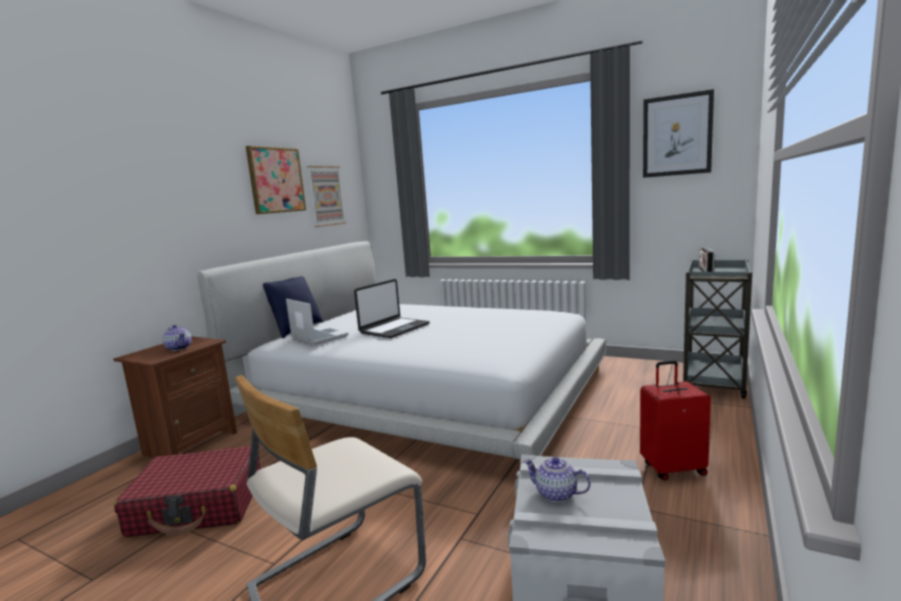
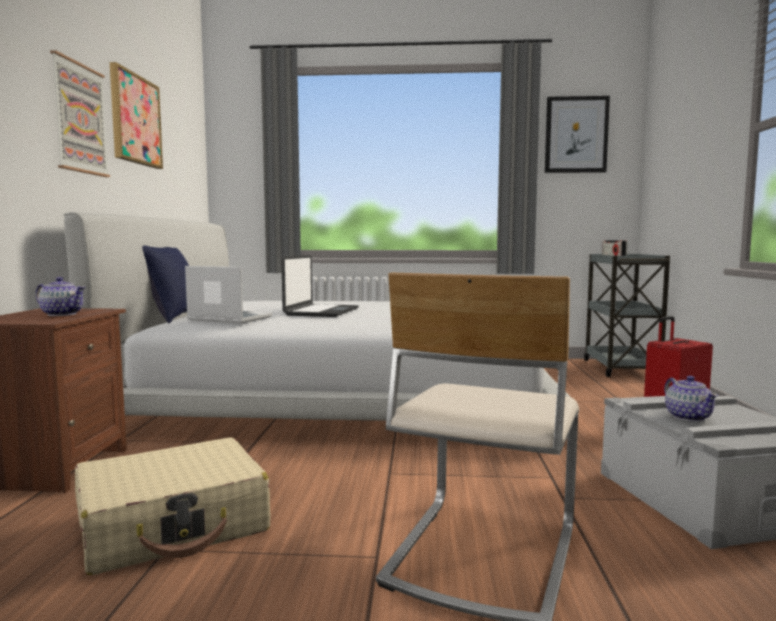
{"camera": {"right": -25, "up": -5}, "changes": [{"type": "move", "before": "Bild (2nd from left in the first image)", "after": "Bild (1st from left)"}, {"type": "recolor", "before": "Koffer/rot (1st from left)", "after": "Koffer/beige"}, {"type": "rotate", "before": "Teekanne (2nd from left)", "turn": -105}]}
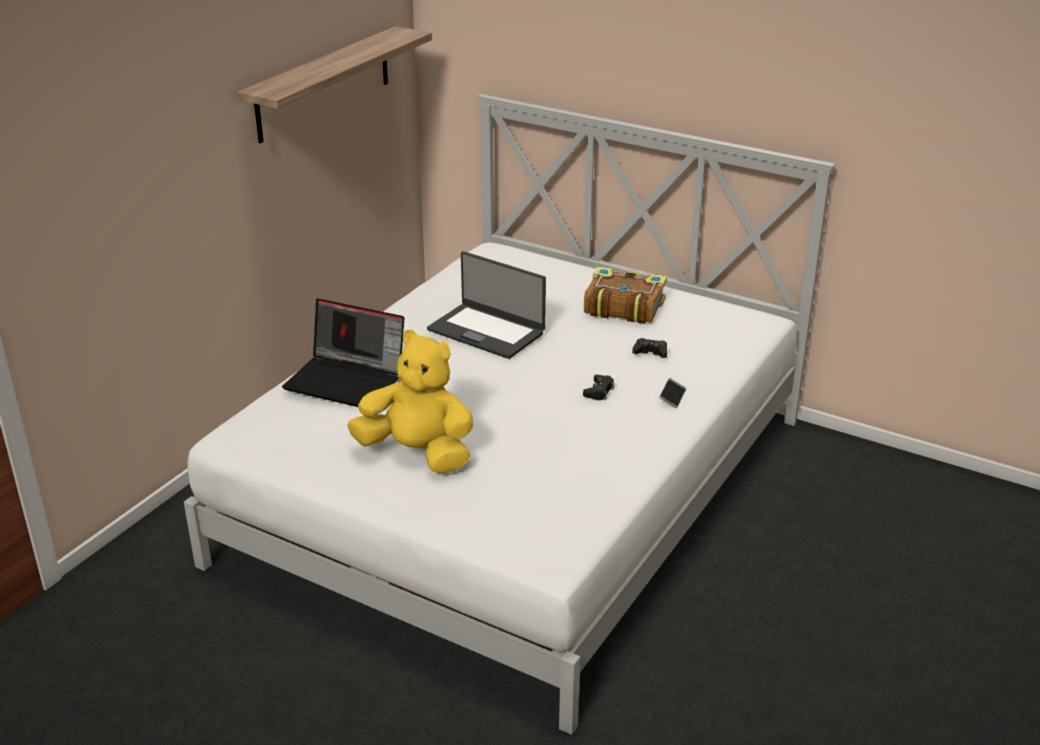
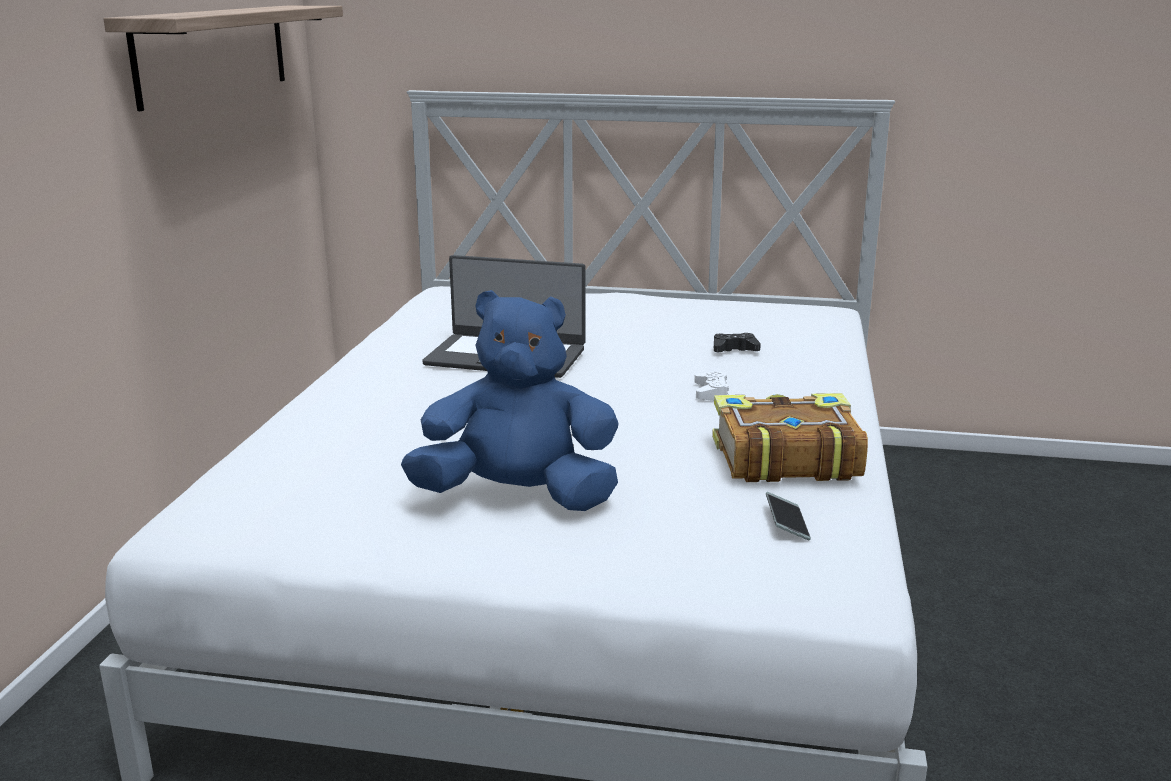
{"camera": {"right": -20, "up": -10}, "changes": [{"type": "recolor", "before": "Plüschtier/gelb", "after": "Plüschtier/blau"}, {"type": "recolor", "before": "Gamepad/schwarz (1st from left)", "after": "Gamepad/weiß"}, {"type": "move", "before": "Buch"}, {"type": "move", "before": "Handy"}, {"type": "delete", "before": "Laptop (1st from left)"}]}
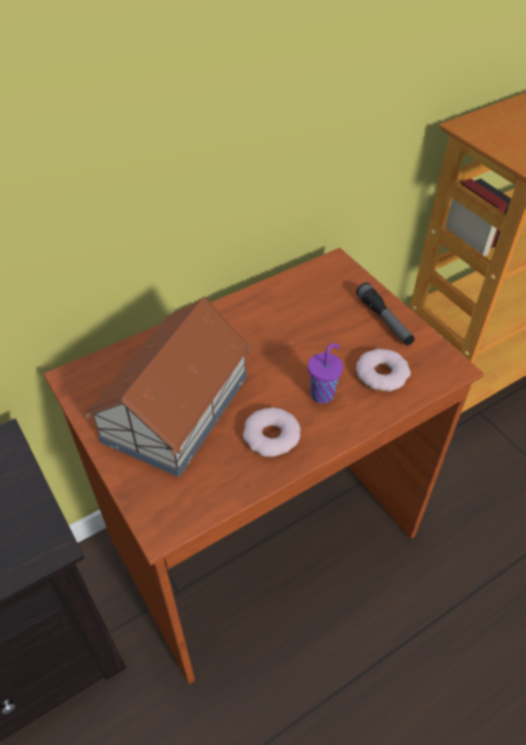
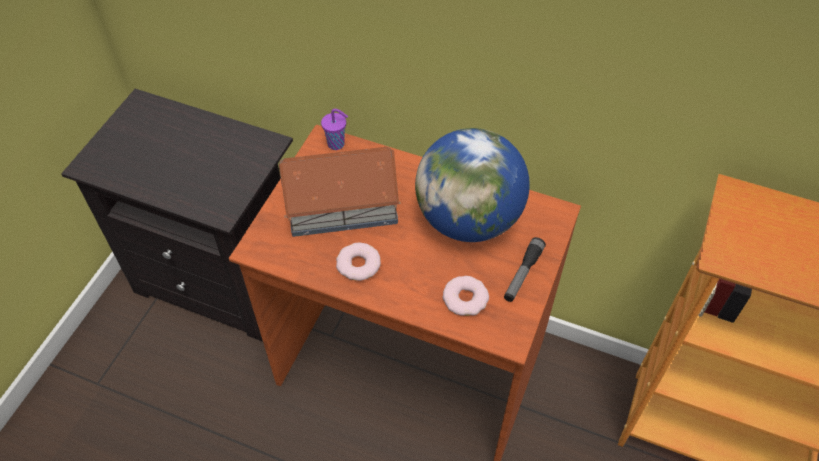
{"camera": {"right": 55, "up": 5}, "changes": [{"type": "move", "before": "Tasse/lila"}, {"type": "insert", "after": "Globus"}]}
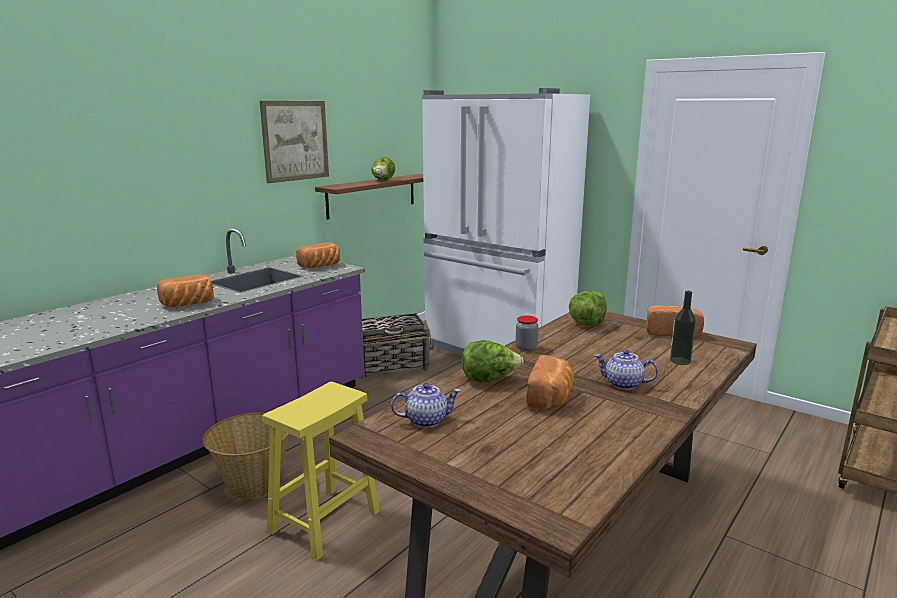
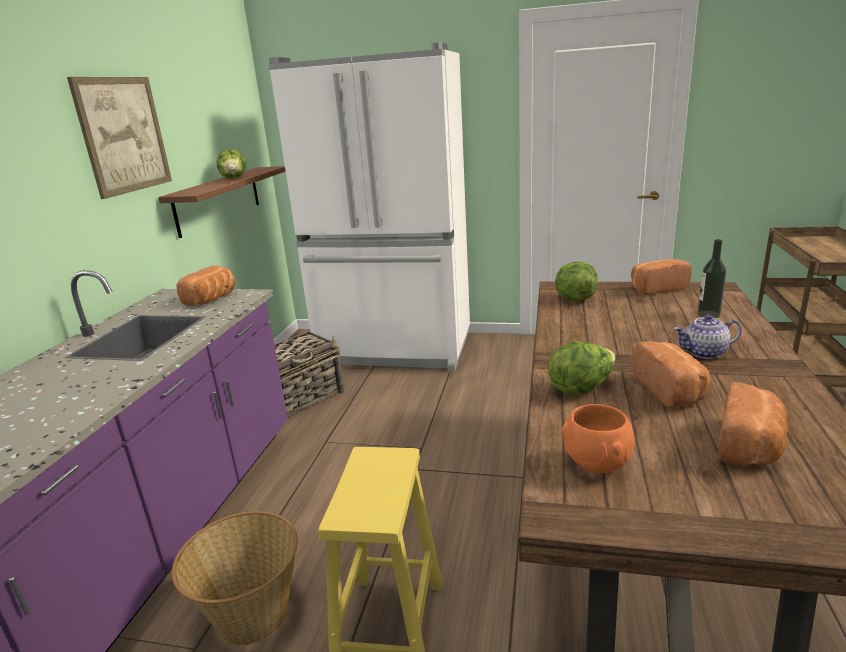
{"camera": {"right": -25, "up": 5}, "changes": [{"type": "replace", "before": "Teekanne (1st from left)", "after": "Schüssel/orange"}, {"type": "move", "before": "Brot (1st from left in the first image)", "after": "Brot (4th from left)"}, {"type": "delete", "before": "Vorratsglas"}]}
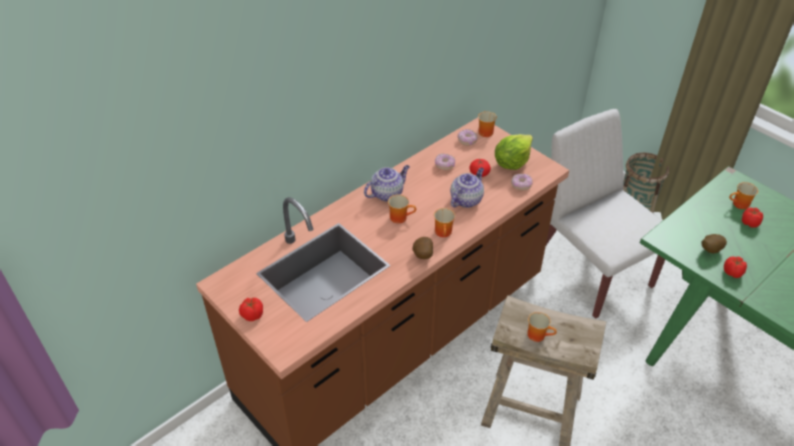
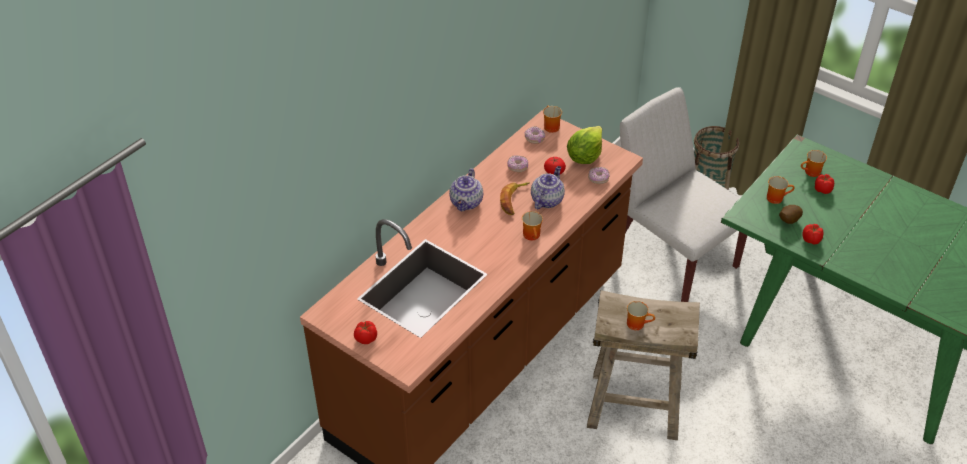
{"camera": {"right": -10, "up": 0}, "changes": [{"type": "rotate", "before": "Teekanne (1st from left)", "turn": 150}, {"type": "insert", "after": "Banane"}, {"type": "move", "before": "Henkelbecher (1st from left in the first image)", "after": "Henkelbecher (4th from left)"}, {"type": "delete", "before": "Kartoffel (1st from left)"}]}
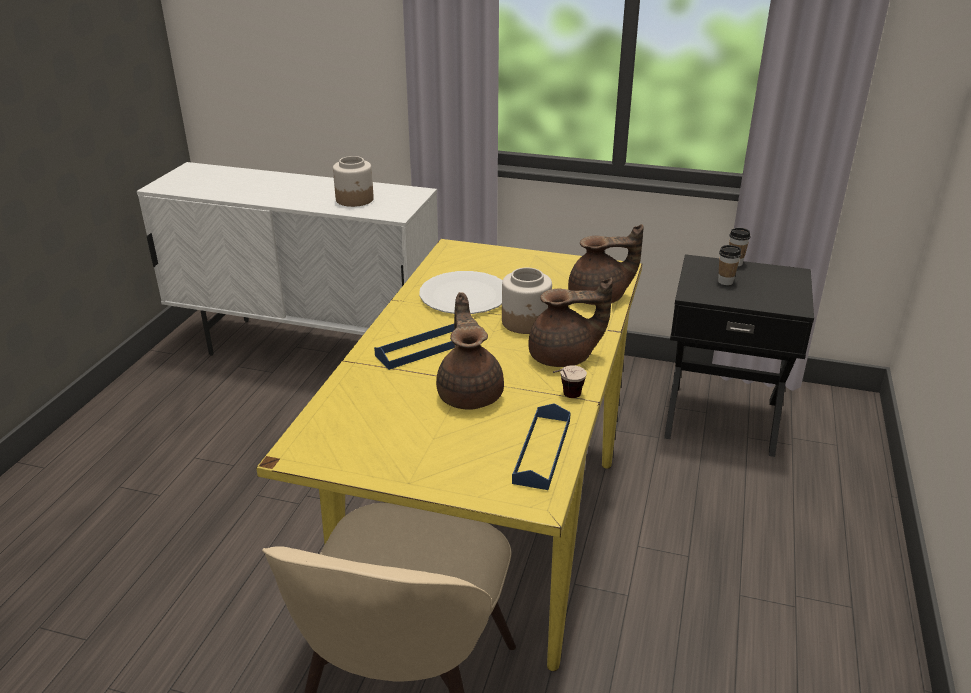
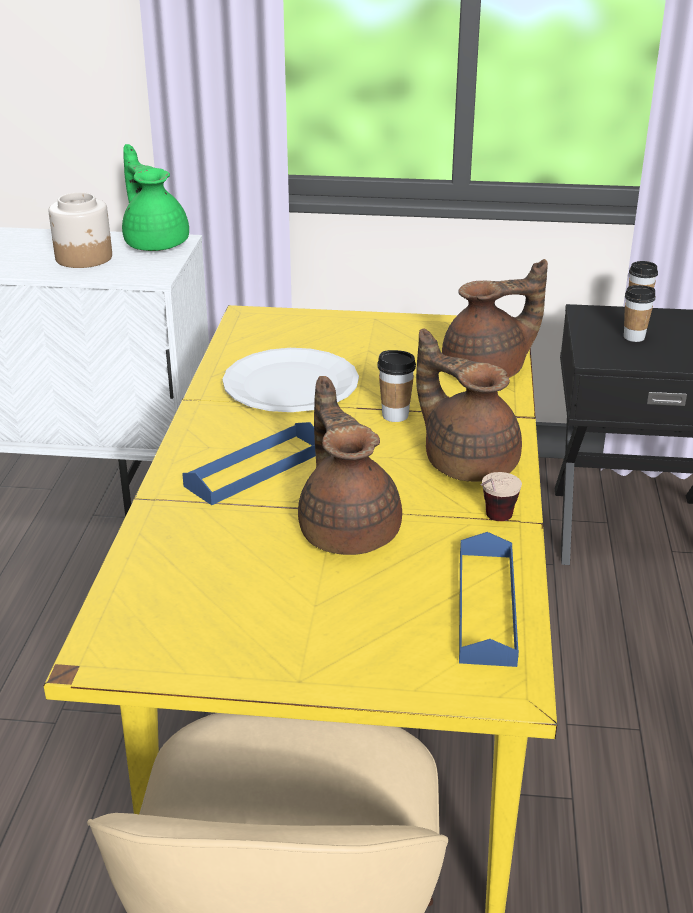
{"camera": {"right": -10, "up": 0}, "changes": [{"type": "insert", "after": "Teekanne/grün"}, {"type": "replace", "before": "Vorratsglas (2nd from left)", "after": "Tasse (1st from left)"}, {"type": "rotate", "before": "Teekanne/braun (2nd from left)", "turn": -120}]}
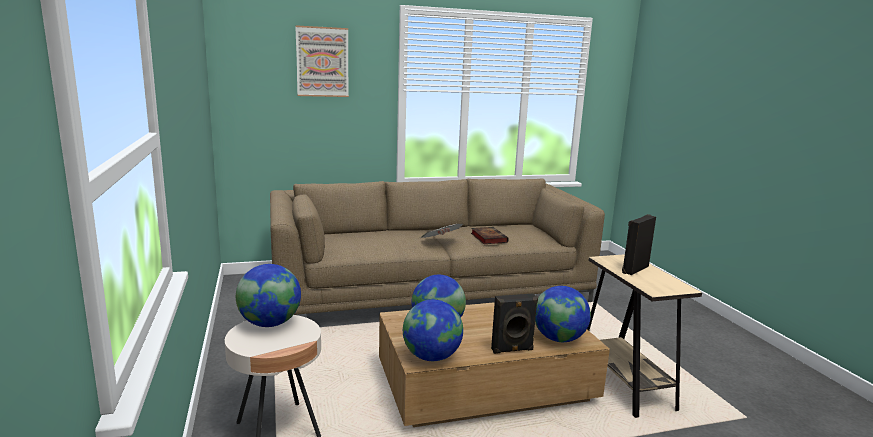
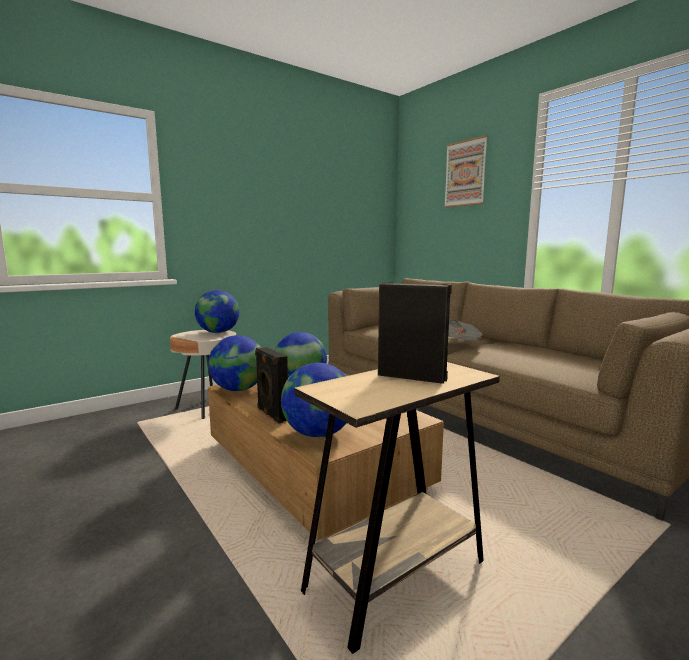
{"camera": {"right": 70, "up": -5}, "changes": [{"type": "delete", "before": "Buch"}]}
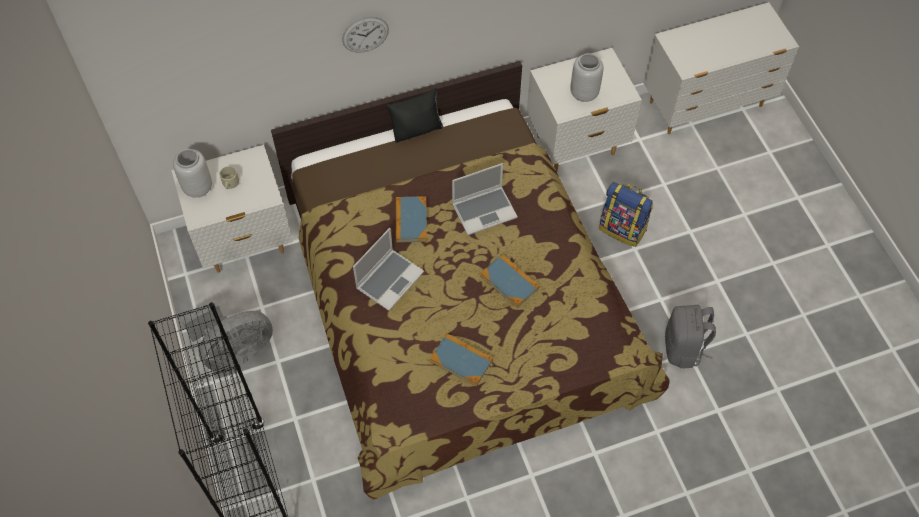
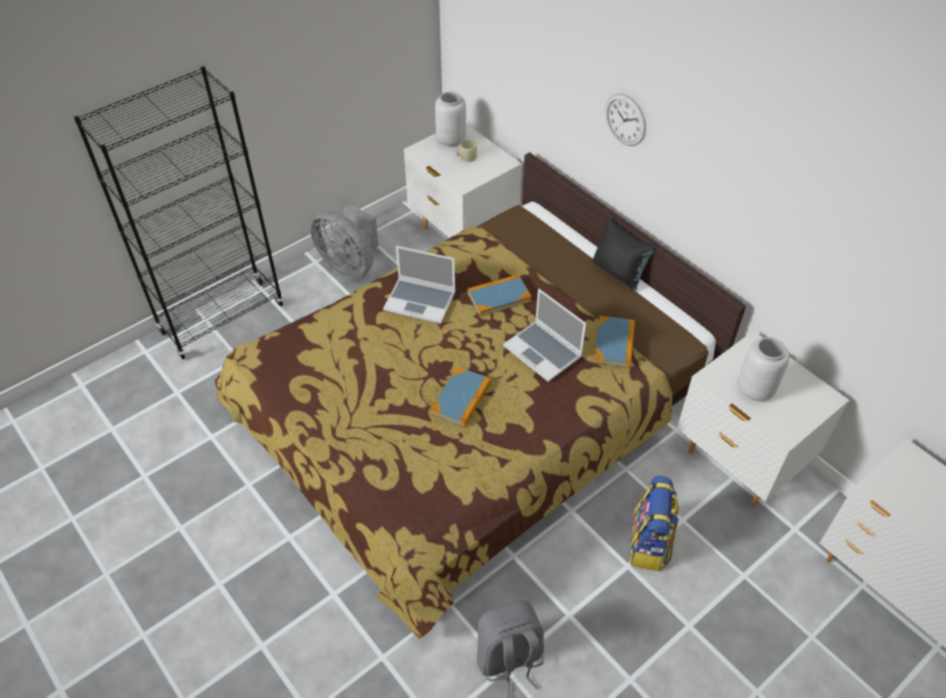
{"camera": {"right": 70, "up": -10}, "changes": [{"type": "move", "before": "Buch (2nd from left in the first image)", "after": "Buch (3rd from left)"}]}
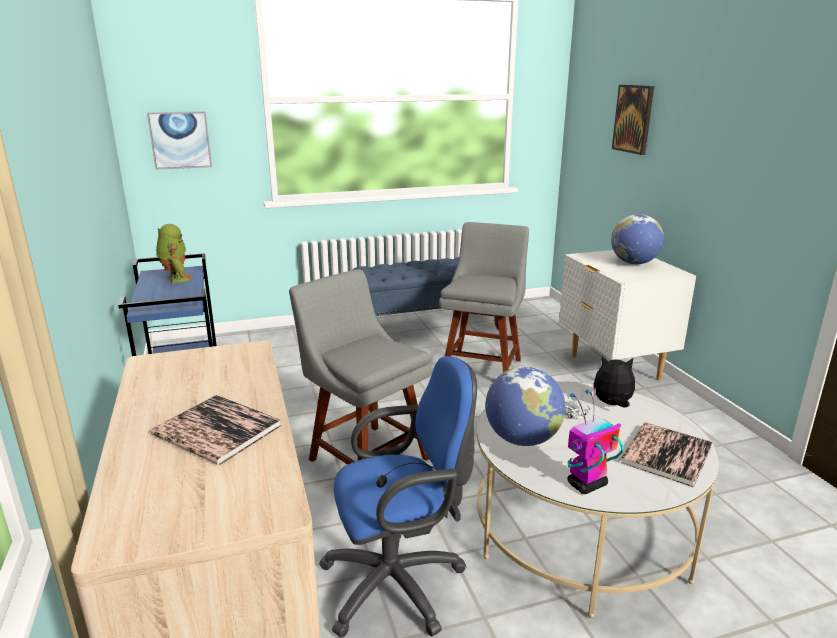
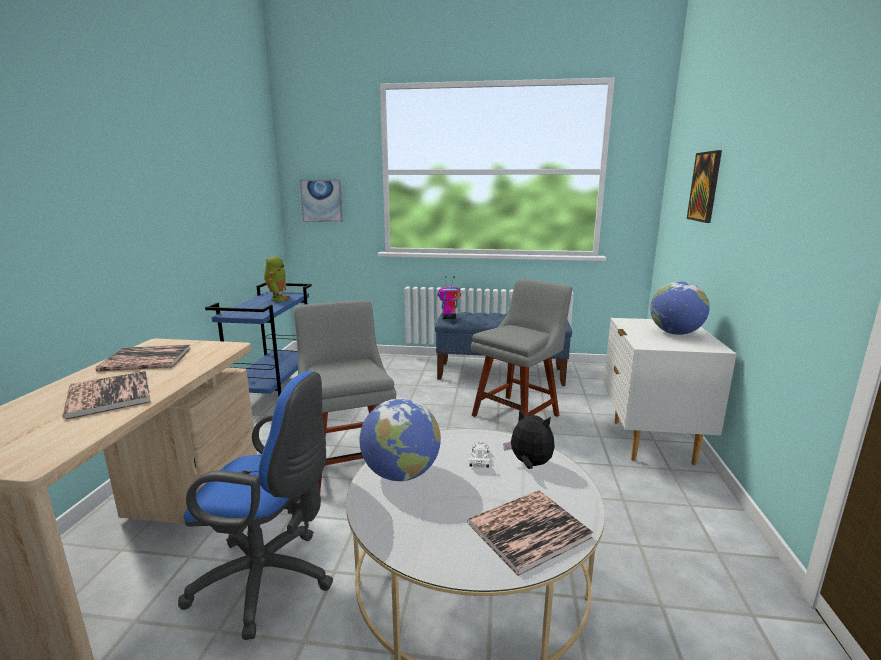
{"camera": {"right": 25, "up": -5}, "changes": [{"type": "insert", "after": "Buch (2nd from left)"}, {"type": "move", "before": "Spielzeugroboter (2nd from left)"}]}
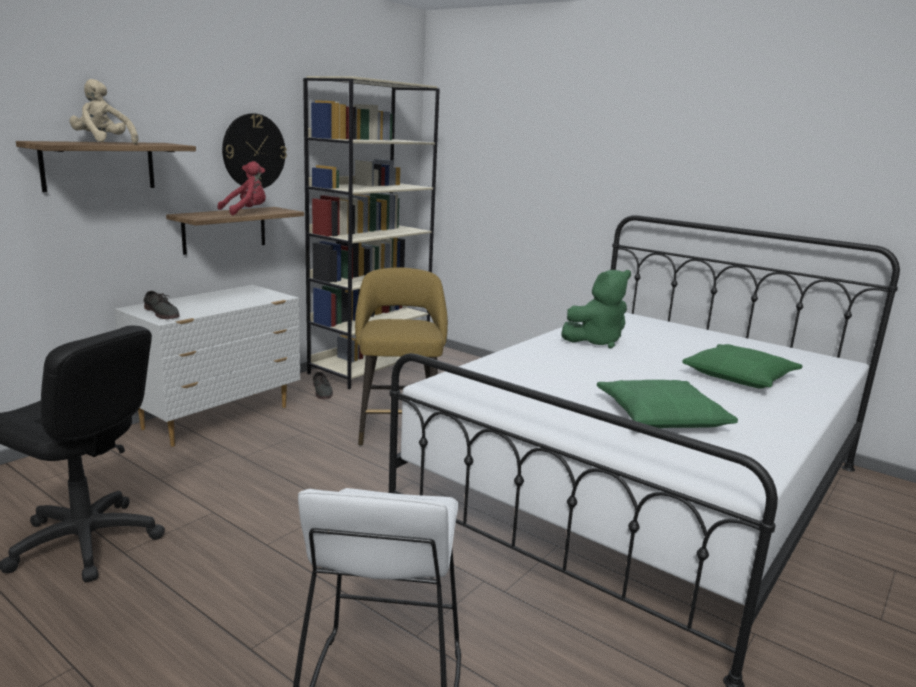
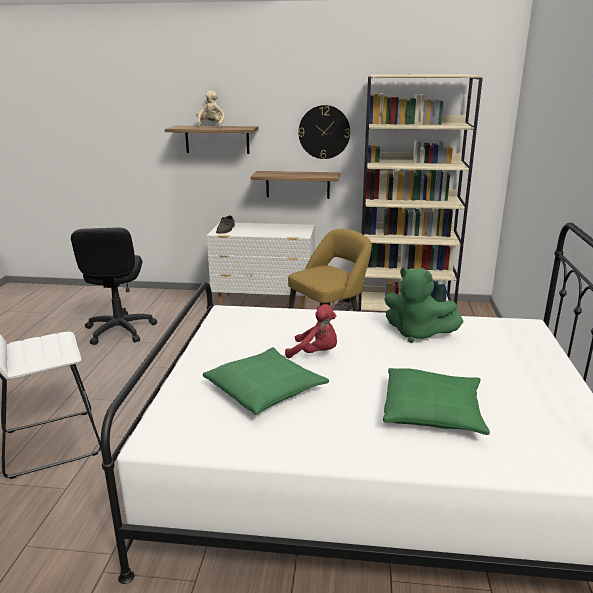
{"camera": {"right": 60, "up": 5}, "changes": [{"type": "move", "before": "Plüschtier/rot"}]}
